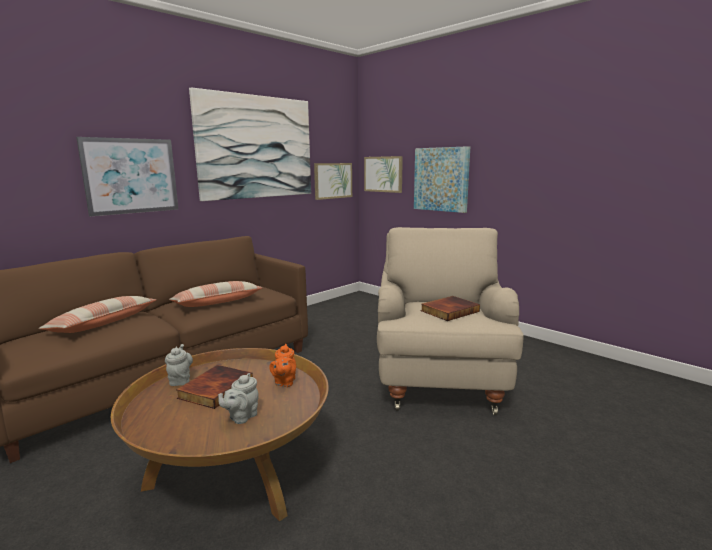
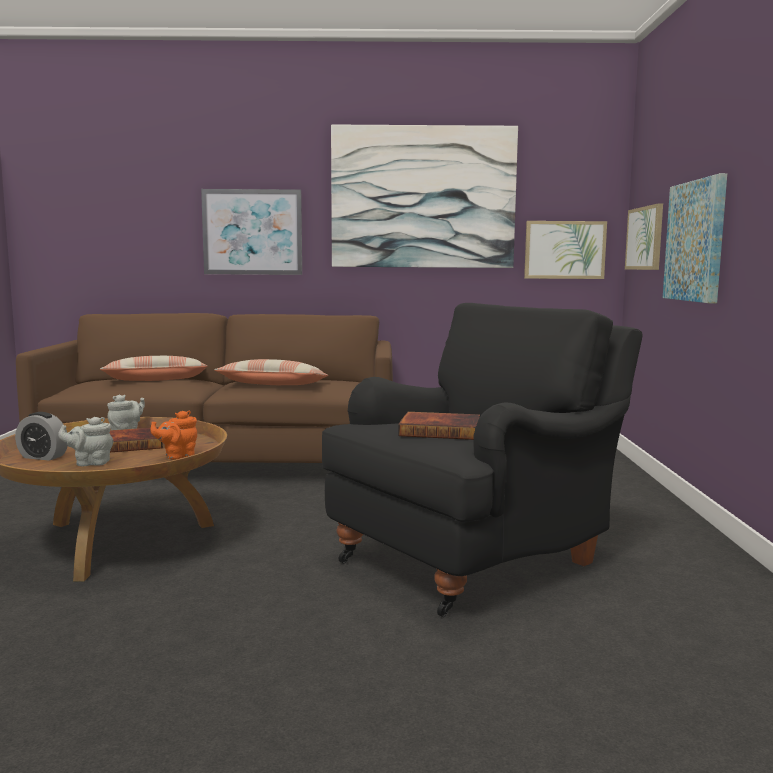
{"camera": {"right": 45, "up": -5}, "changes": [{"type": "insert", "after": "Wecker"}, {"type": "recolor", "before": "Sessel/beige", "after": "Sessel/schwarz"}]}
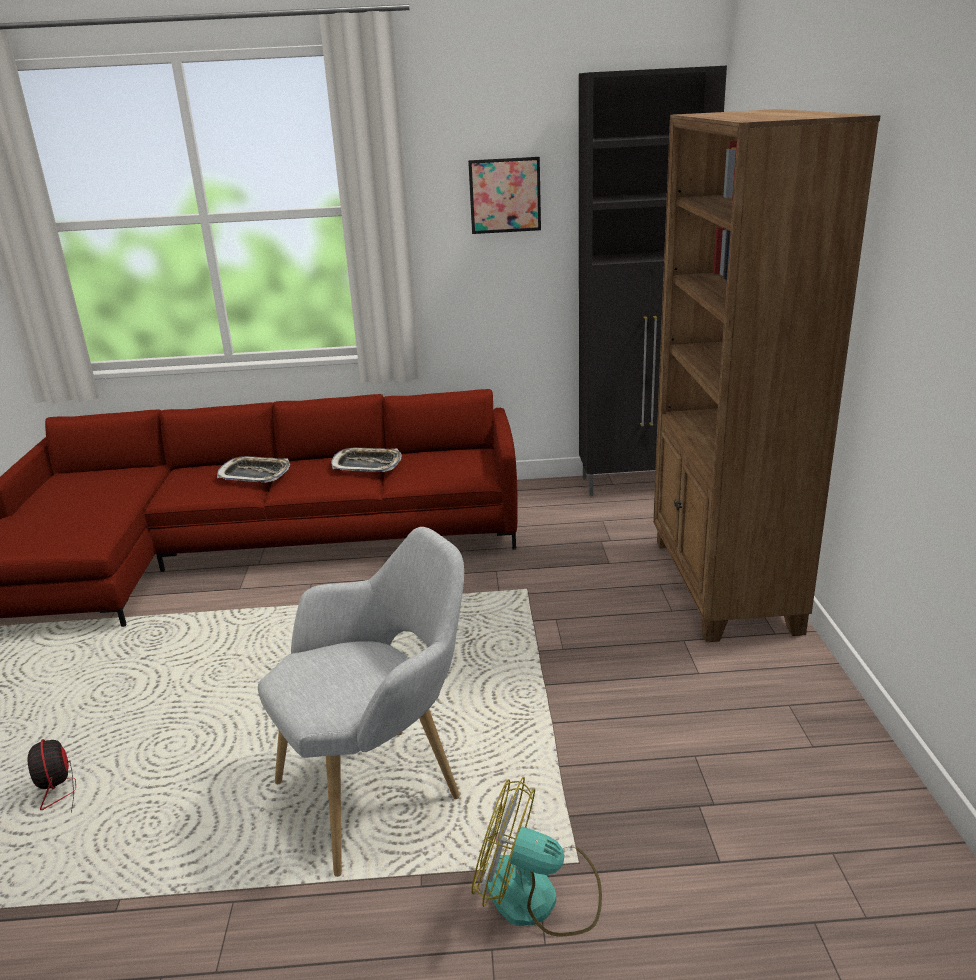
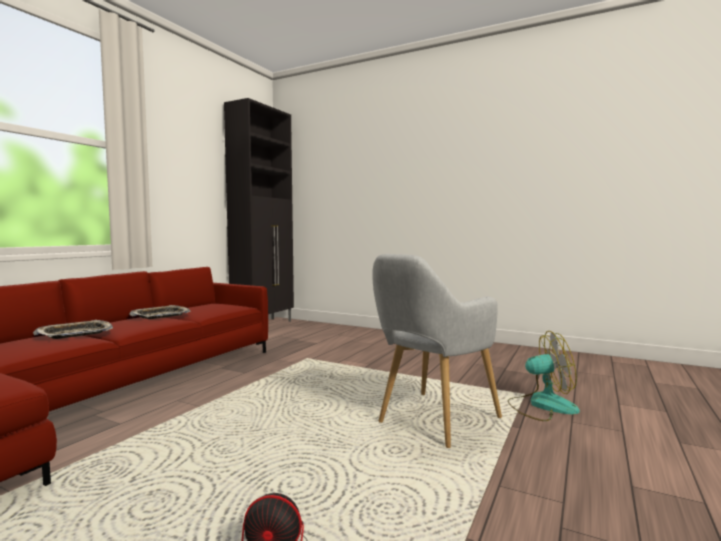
{"camera": {"right": -60, "up": -20}, "changes": [{"type": "rotate", "before": "Sessel/grau", "turn": -135}, {"type": "rotate", "before": "Ventilator (2nd from left)", "turn": -135}, {"type": "delete", "before": "Bild"}, {"type": "delete", "before": "Bücherregal/braun"}]}
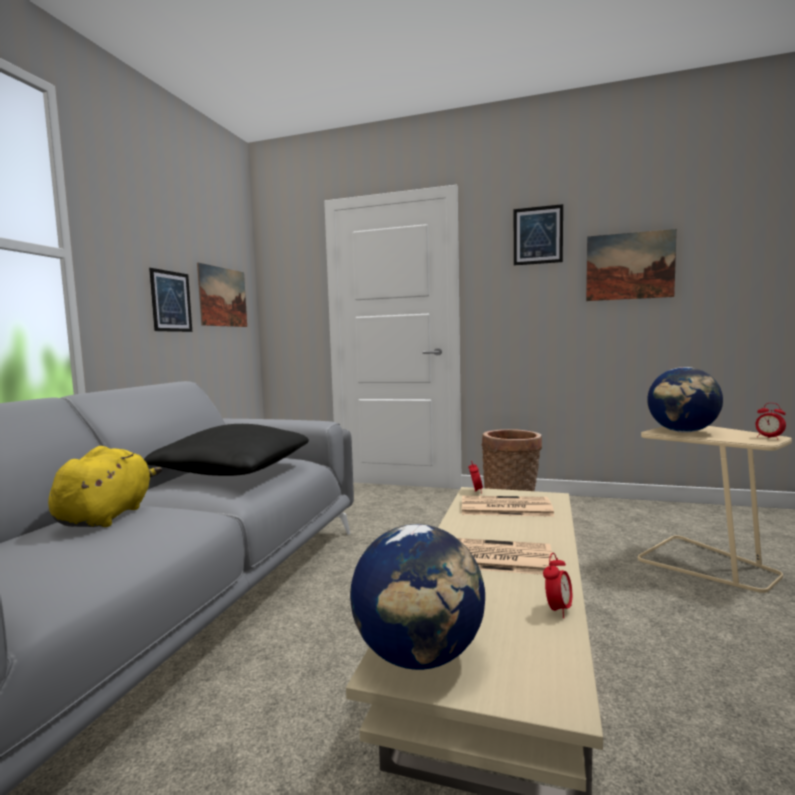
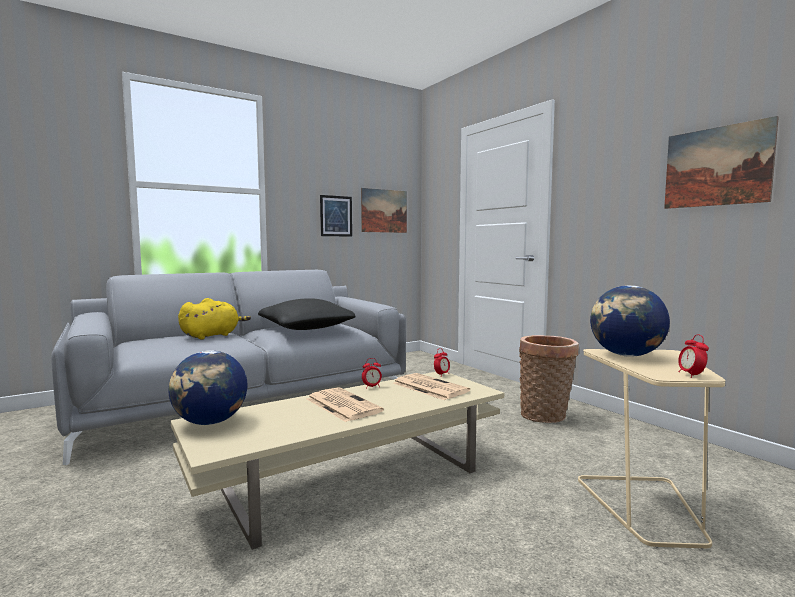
{"camera": {"right": 40, "up": 0}, "changes": [{"type": "move", "before": "Wecker (2nd from left in the first image)", "after": "Wecker (1st from left)"}, {"type": "delete", "before": "Bild (3rd from left)"}]}
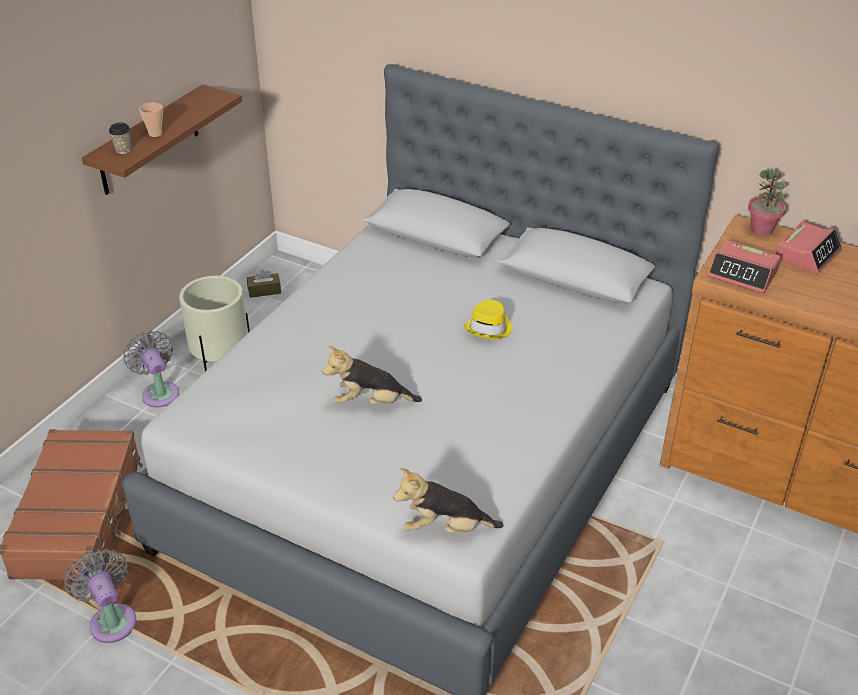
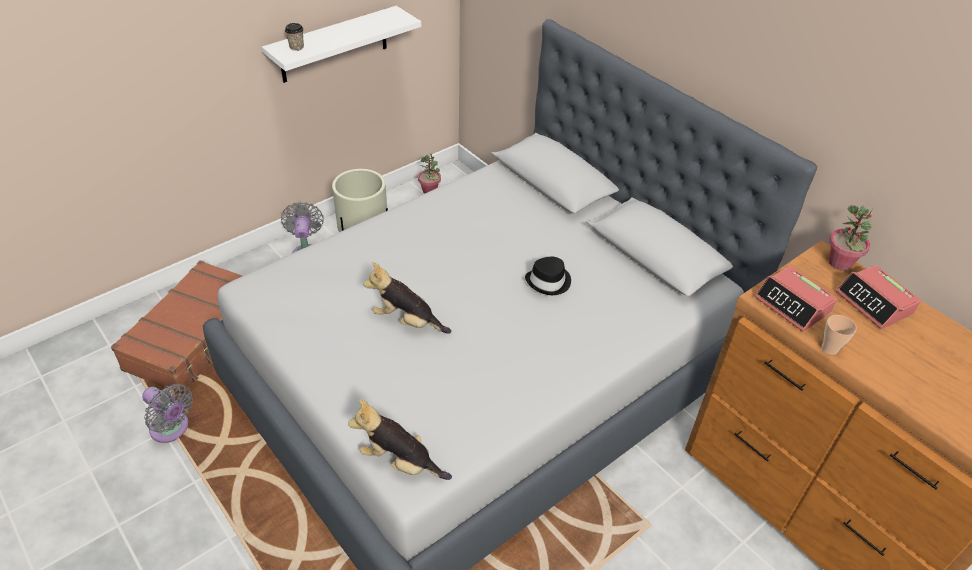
{"camera": {"right": 20, "up": 5}, "changes": [{"type": "rotate", "before": "Ventilator/grau (1st from left)", "turn": 135}, {"type": "recolor", "before": "Wandregal/braun", "after": "Wandregal/weiß"}, {"type": "replace", "before": "Taschentuchbox/braun", "after": "Topfpflanze (1st from left)"}, {"type": "recolor", "before": "Hut/gelb", "after": "Hut/schwarz"}, {"type": "move", "before": "Tasse (2nd from left)"}, {"type": "rotate", "before": "Wecker (2nd from left)", "turn": 90}]}
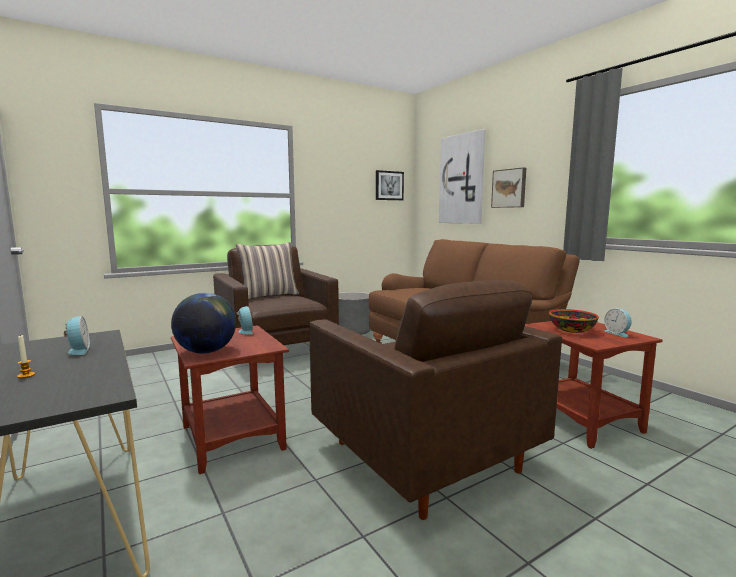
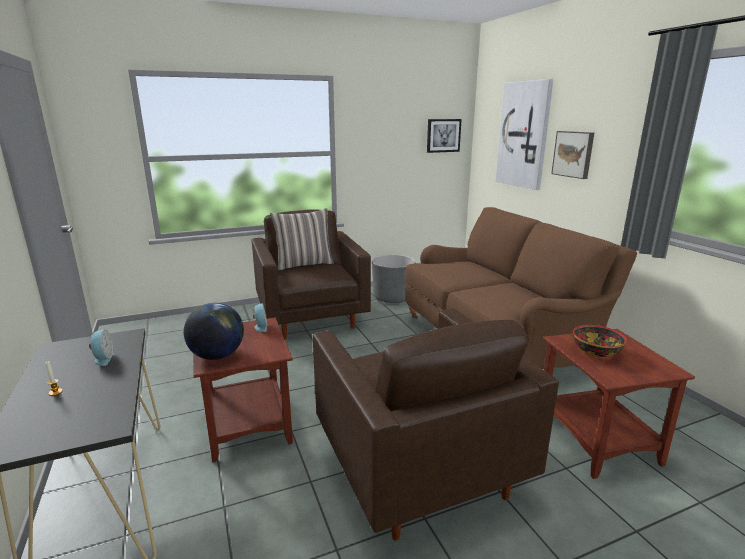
{"camera": {"right": 10, "up": 10}, "changes": [{"type": "delete", "before": "Wecker (3rd from left)"}]}
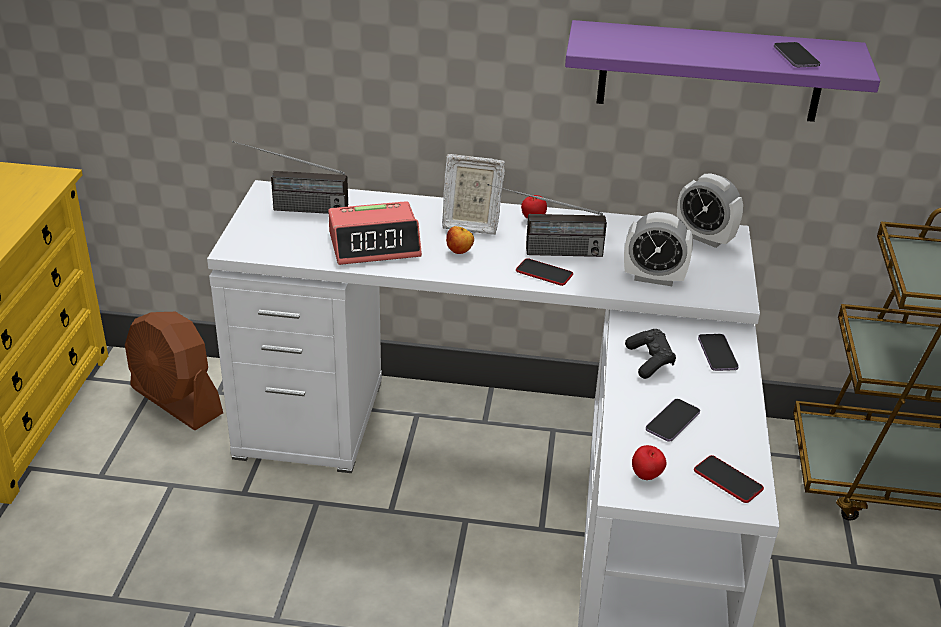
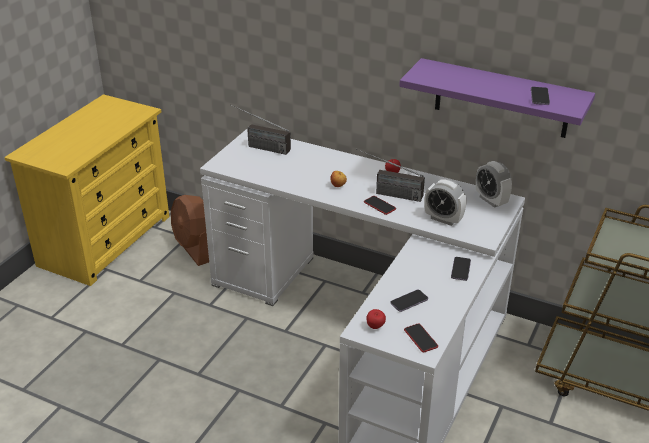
{"camera": {"right": 20, "up": 0}, "changes": [{"type": "delete", "before": "Wecker (1st from left)"}, {"type": "delete", "before": "Bilderrahmen"}, {"type": "delete", "before": "Gamepad/schwarz"}]}
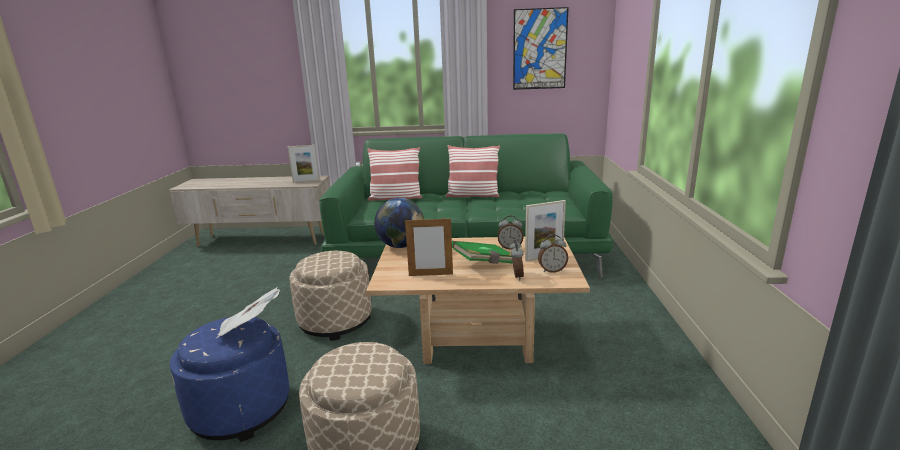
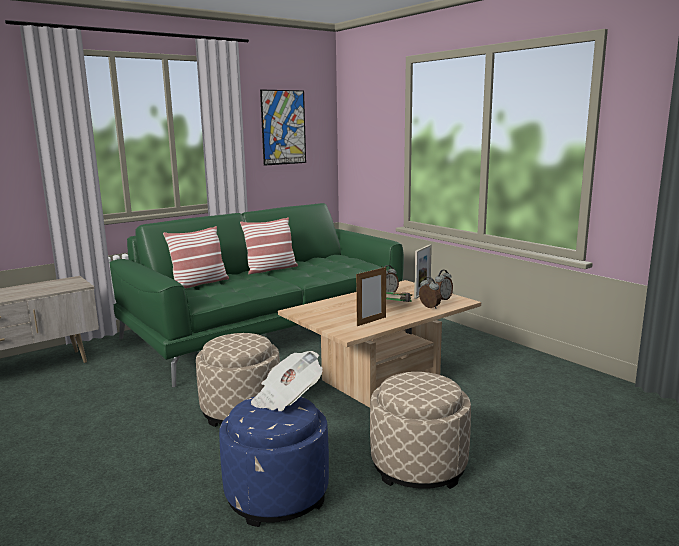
{"camera": {"right": -40, "up": -5}, "changes": [{"type": "delete", "before": "Bilderrahmen (1st from left)"}, {"type": "delete", "before": "Globus"}]}
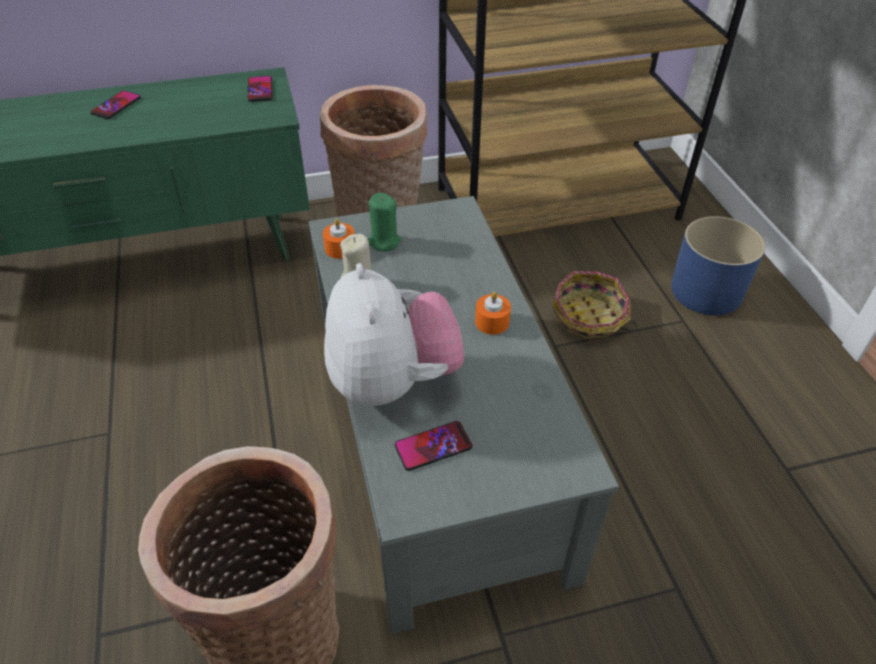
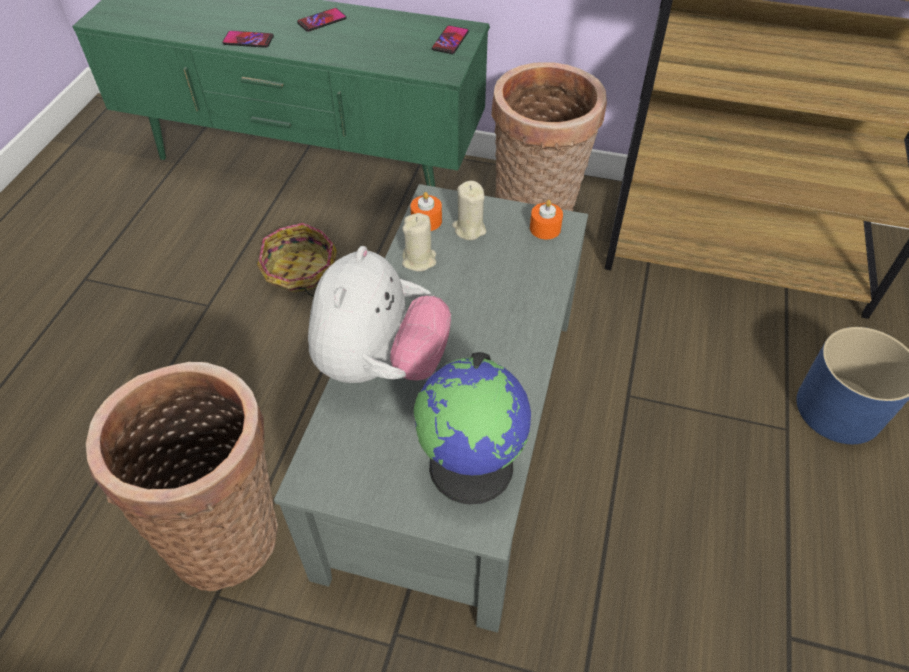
{"camera": {"right": 30, "up": 5}, "changes": [{"type": "move", "before": "Handy (3rd from left in the first image)", "after": "Handy (1st from left)"}, {"type": "move", "before": "Korb (3rd from left in the first image)", "after": "Korb (2nd from left)"}, {"type": "insert", "after": "Globus"}, {"type": "recolor", "before": "Kerze/grün", "after": "Kerze/beige (2nd from left)"}, {"type": "move", "before": "Kerze/orange (2nd from left)"}]}
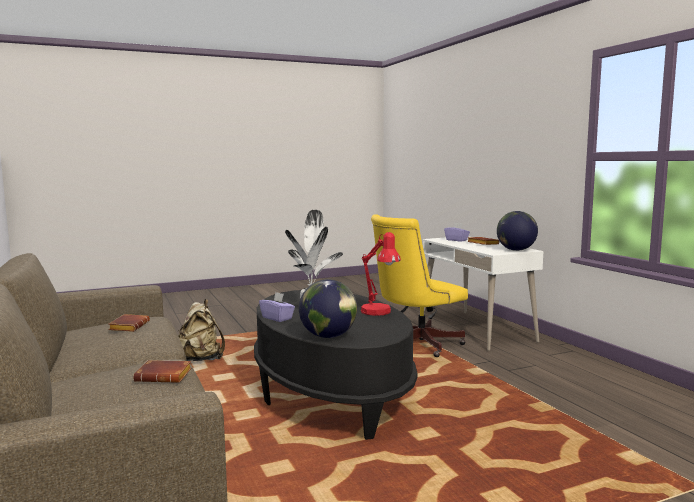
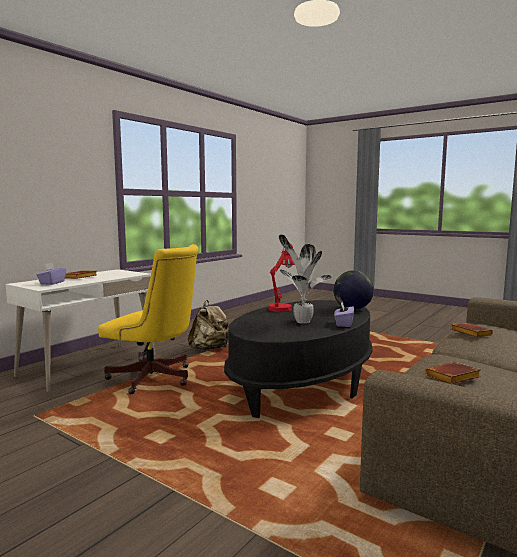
{"camera": {"right": -120, "up": 0}, "changes": [{"type": "move", "before": "Rucksack/beige"}, {"type": "delete", "before": "Globus (2nd from left)"}]}
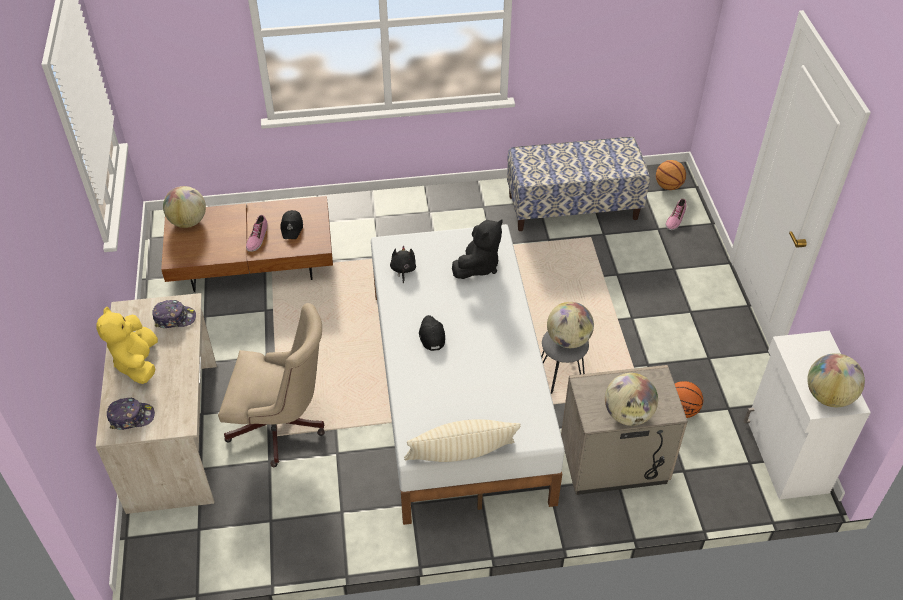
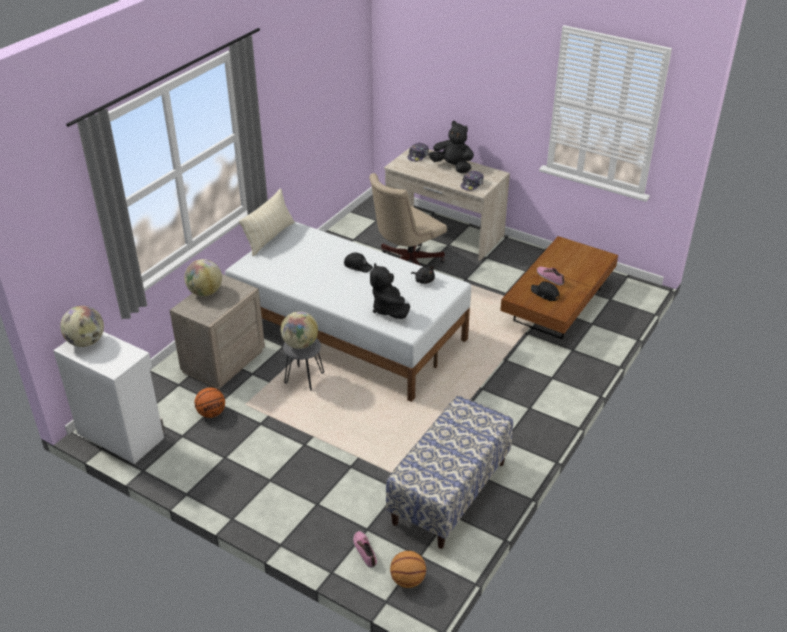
{"camera": {"right": 130, "up": -10}, "changes": [{"type": "recolor", "before": "Plüschtier/gelb", "after": "Plüschtier/schwarz (3rd from left)"}, {"type": "delete", "before": "Globus (1st from left)"}]}
